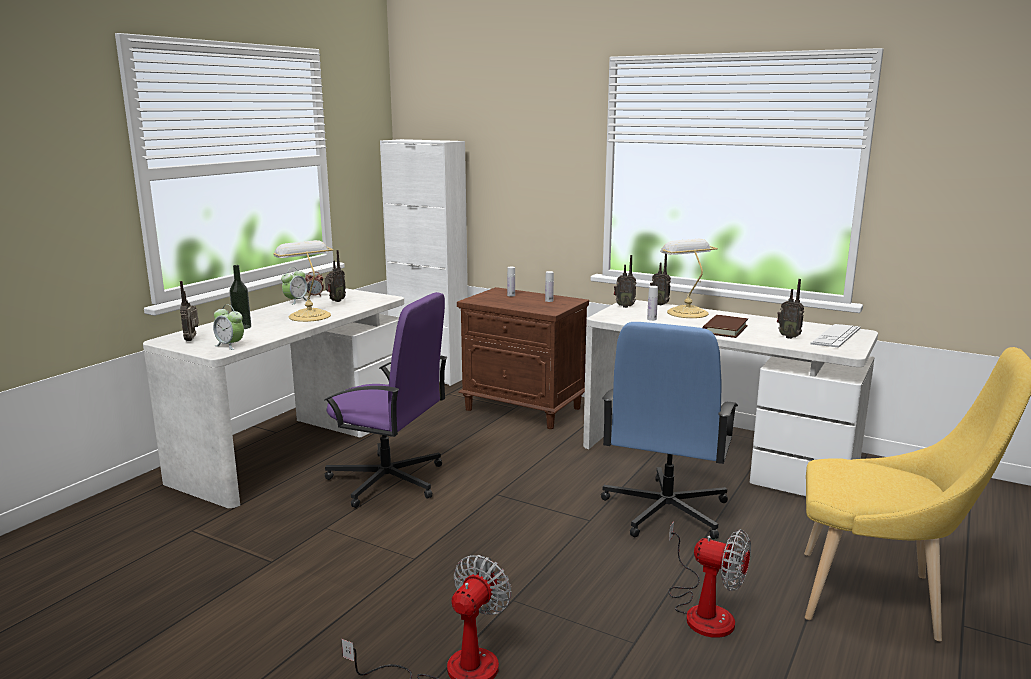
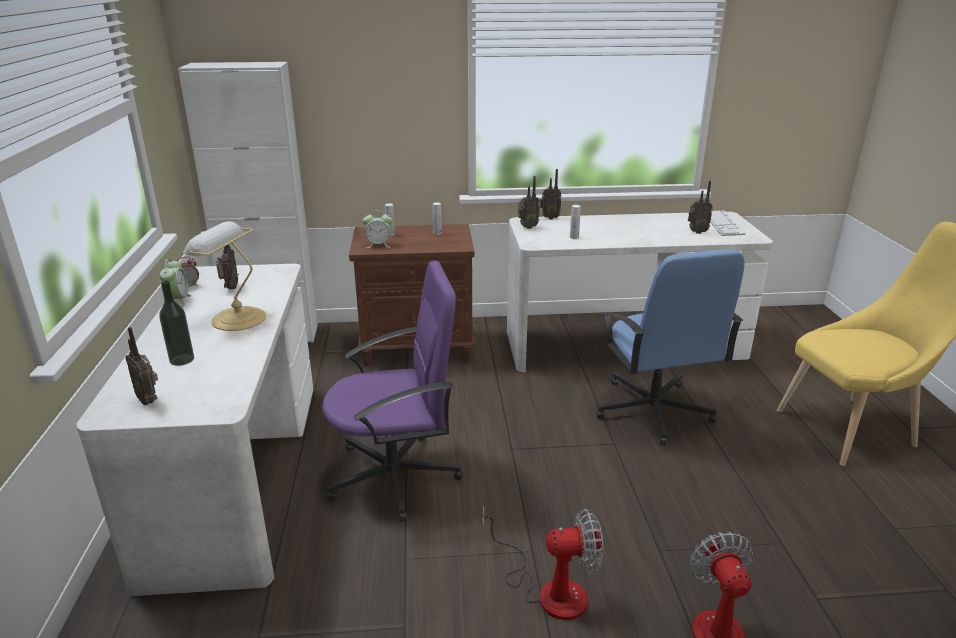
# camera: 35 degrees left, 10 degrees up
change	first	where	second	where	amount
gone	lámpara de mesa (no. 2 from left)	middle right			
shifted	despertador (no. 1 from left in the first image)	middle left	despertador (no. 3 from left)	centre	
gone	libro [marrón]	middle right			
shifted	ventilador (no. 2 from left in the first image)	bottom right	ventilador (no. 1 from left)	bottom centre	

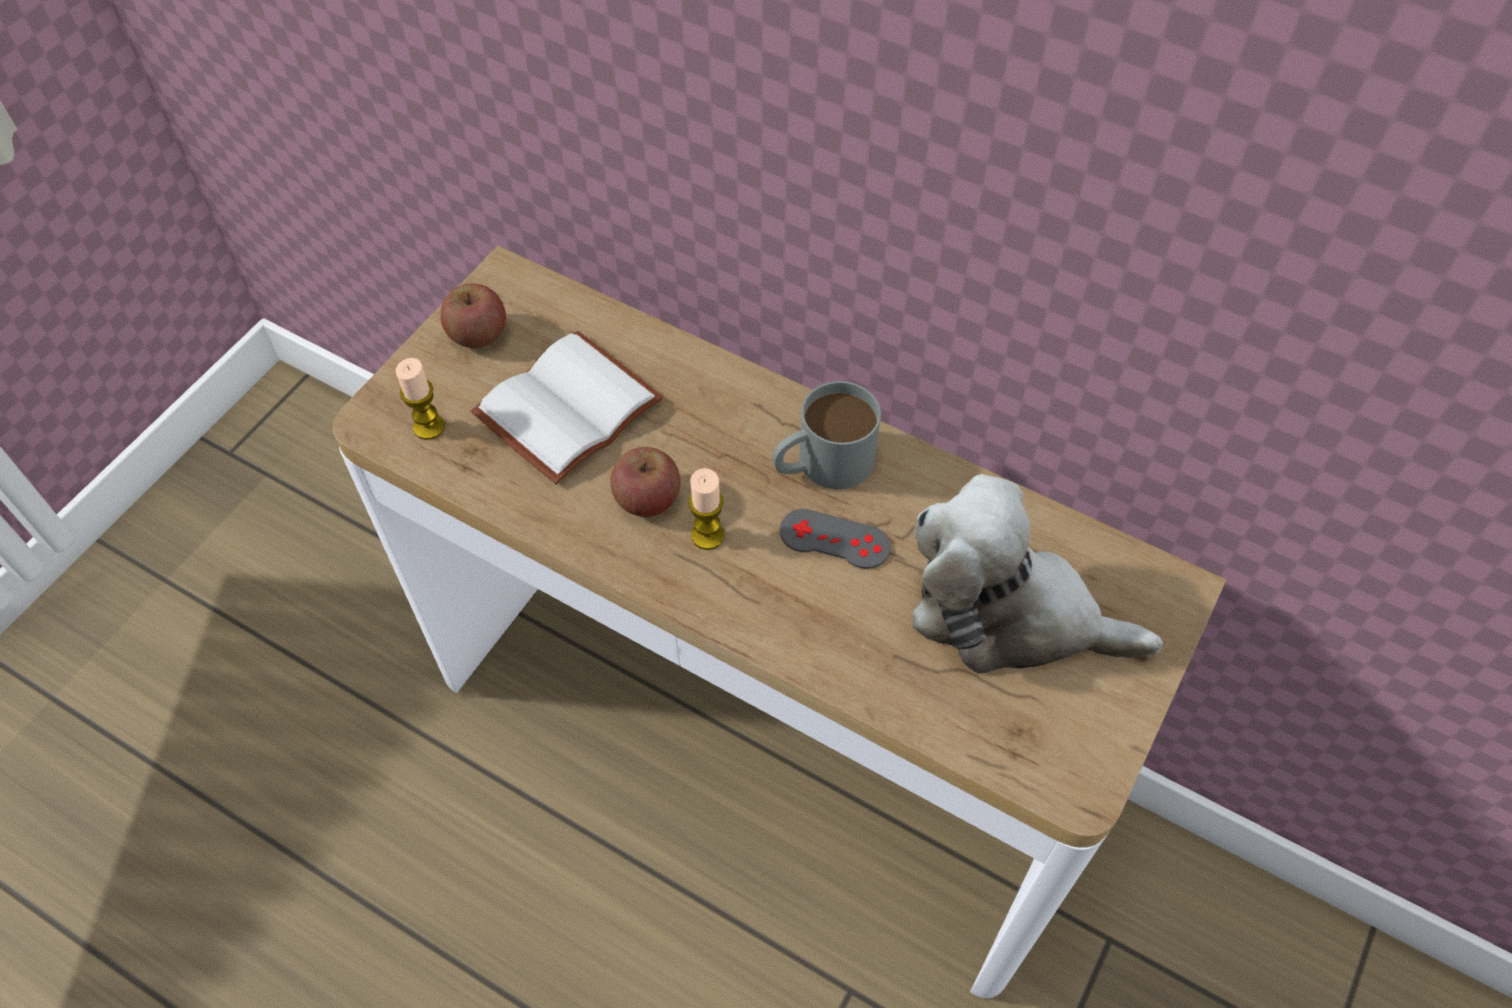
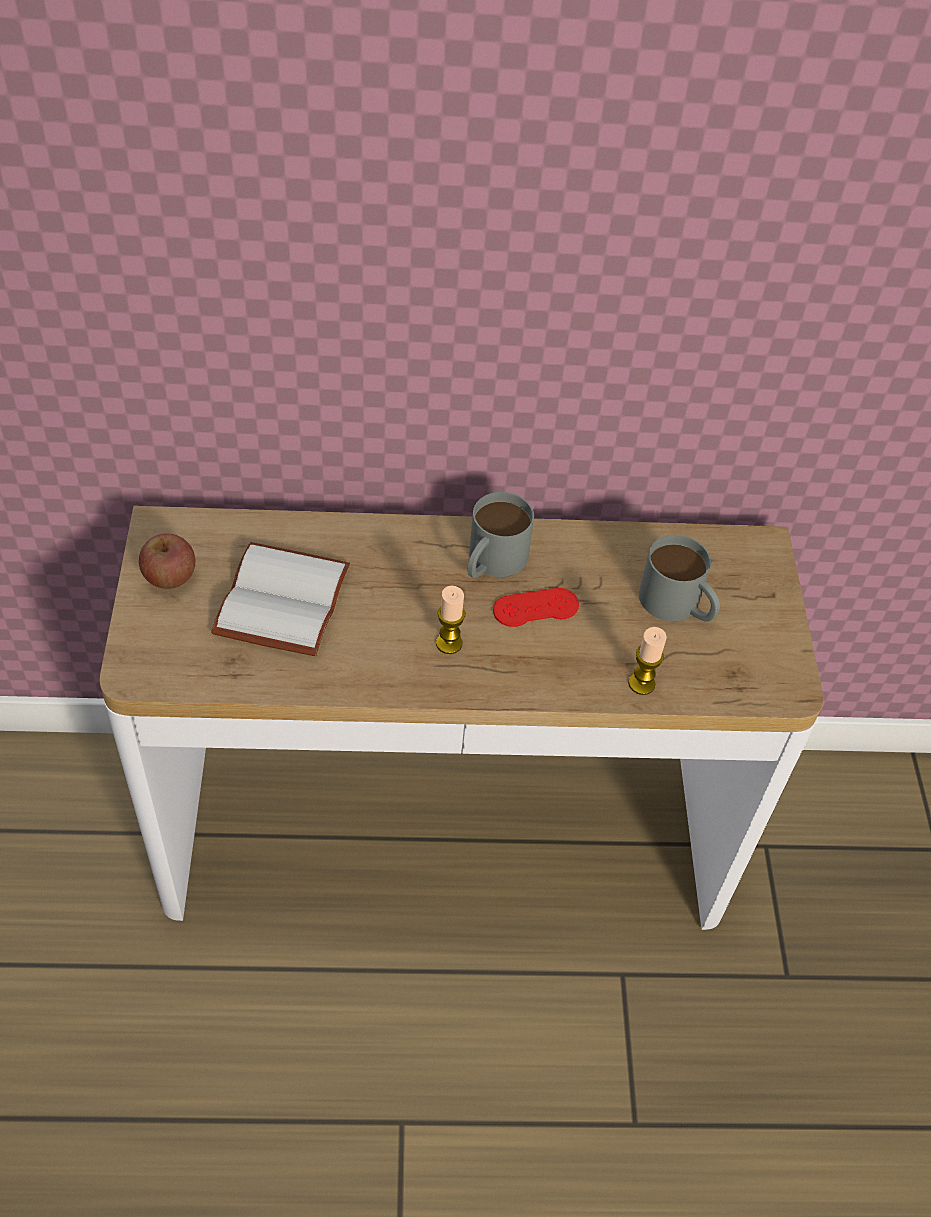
# camera: 35 degrees left, 5 degrees down
change	first	where	second	where	amount
shifted	vela (no. 1 from left in the first image)	middle left	vela (no. 2 from left)	middle right	
gone	manzana (no. 2 from left)	centre			
swapped	peluche	middle right	taza grande [gris] (no. 2 from left)	middle right	
repainted	mando de consola [gris]	centre	mando de consola [rojo]	centre	

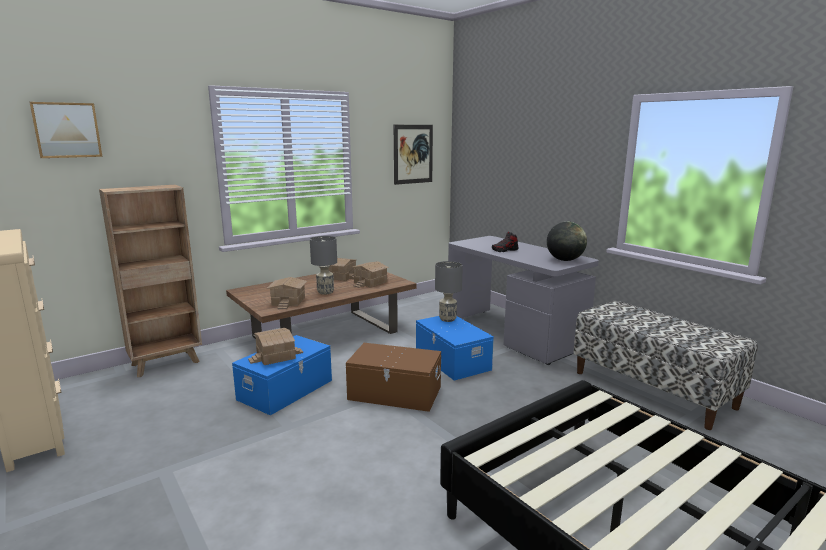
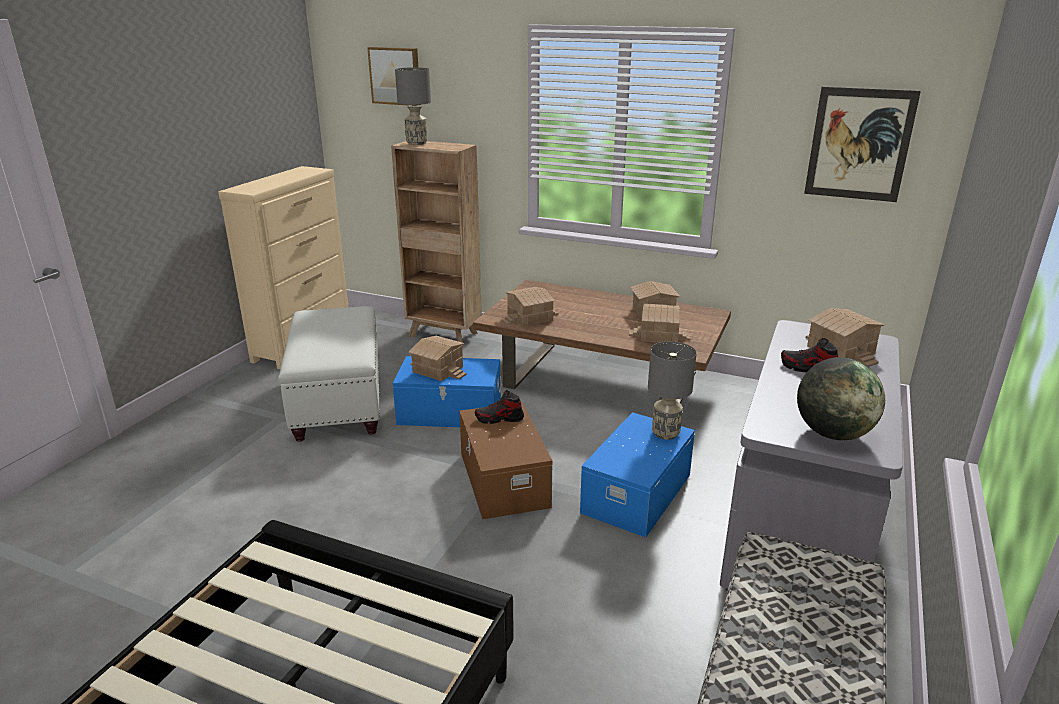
# camera: 60 degrees right, 10 degrees up
change	first	where	second	where	amount
shifted	lámpara de mesa [gris] (no. 1 from left)	centre		top centre	
new			puf [blanco]	middle left	
new			casita (no. 5 from left)	middle right	
new			zapato (no. 1 from left)	centre	

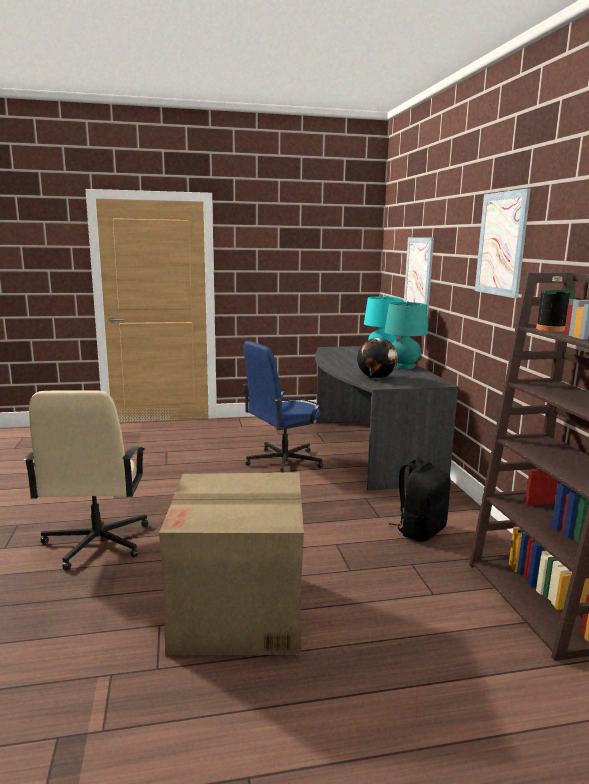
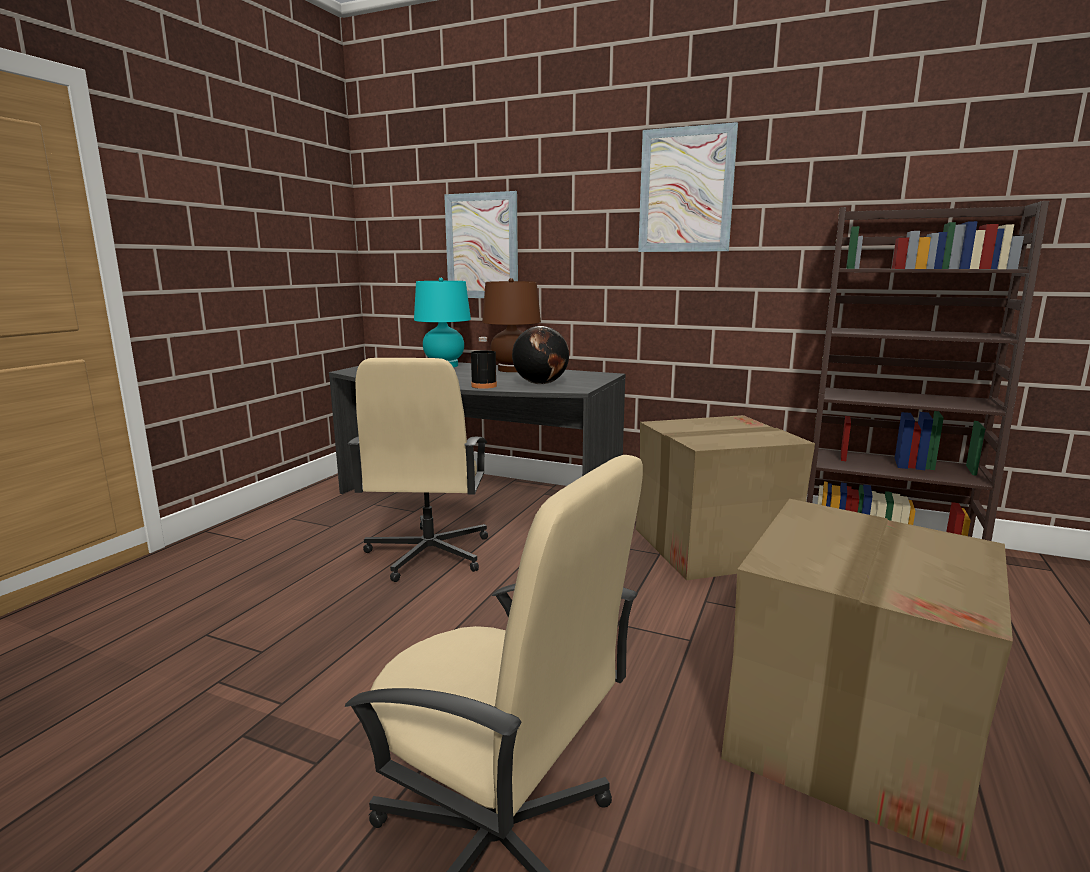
# camera: 55 degrees left, 0 degrees up
change	first	where	second	where	amount
shifted	botella [negro]	middle right		centre	
repainted	lámpara de mesa [turquesa] (no. 2 from left)	middle right	lámpara de mesa [marrón]	centre	
repainted	silla de oficina [azul]	centre	silla de oficina [beis] (no. 1 from left)	centre	
swapped	mochila [negro]	middle right	caja de cartón (no. 1 from left)	centre	

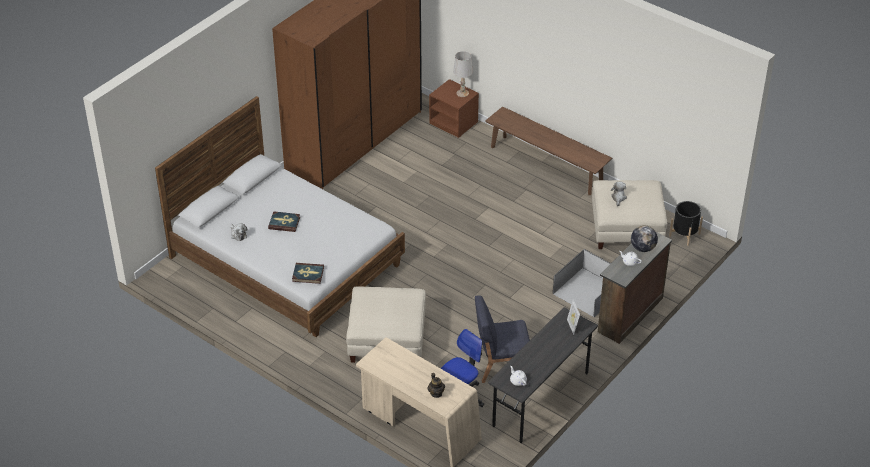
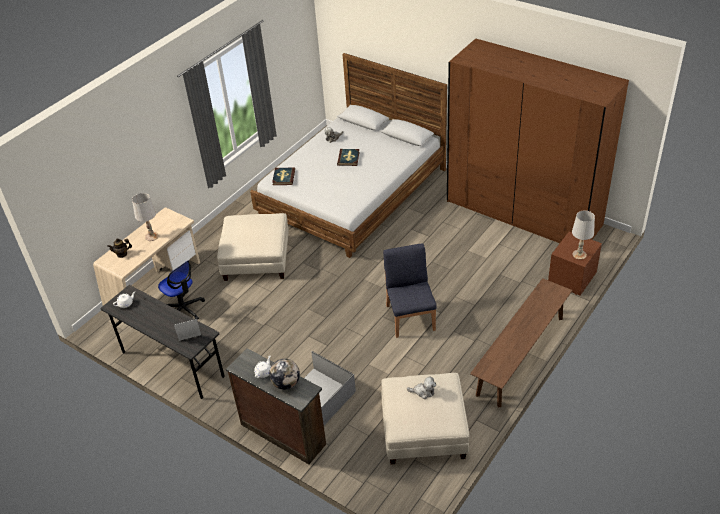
# camera: 90 degrees right, 0 degrees up
change	first	where	second	where	amount
gone	maceta [negro]	middle right			
shifted	silla [azul]	bottom centre		centre	
new			lámpara de mesa [blanco] (no. 1 from left)	middle left	

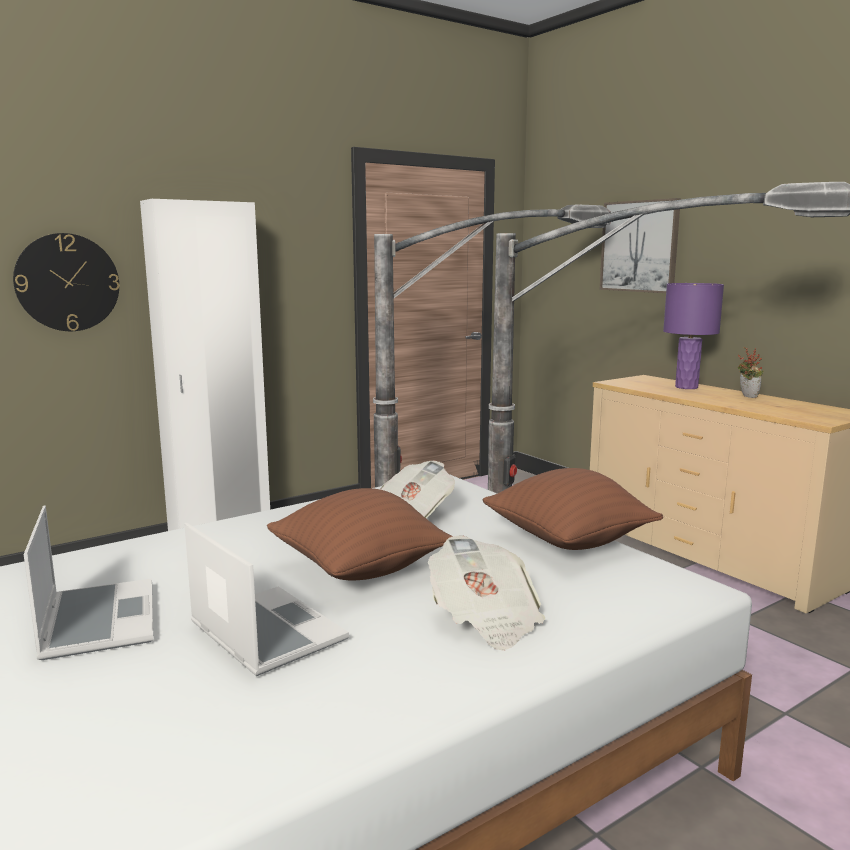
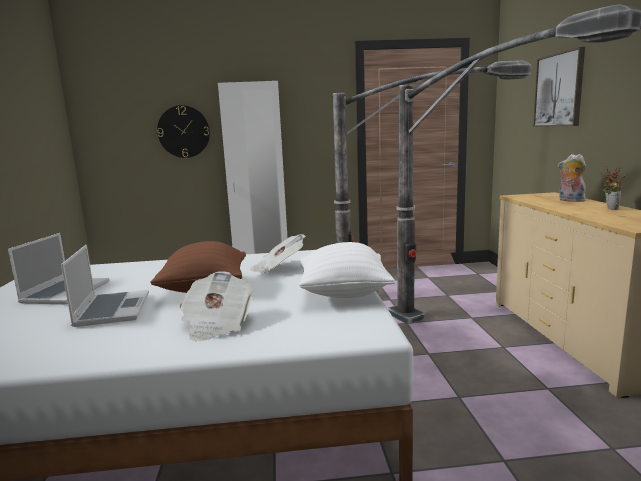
# camera: 30 degrees right, 0 degrees up
change	first	where	second	where	amount
swapped	lámpara de mesa [morado]	middle right	peluche	middle right	
repainted	cojín [marrón] (no. 2 from left)	middle right	cojín [blanco]	centre	

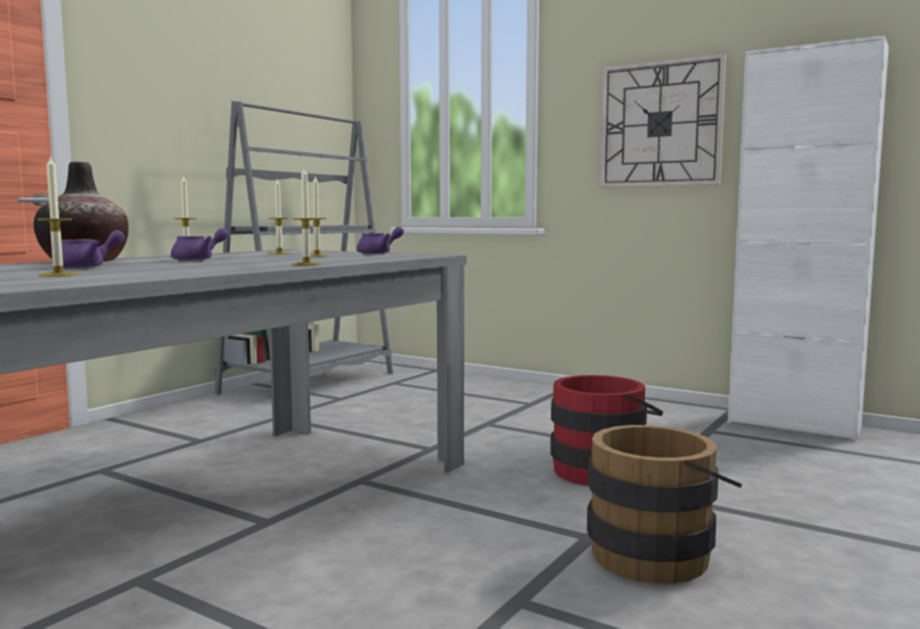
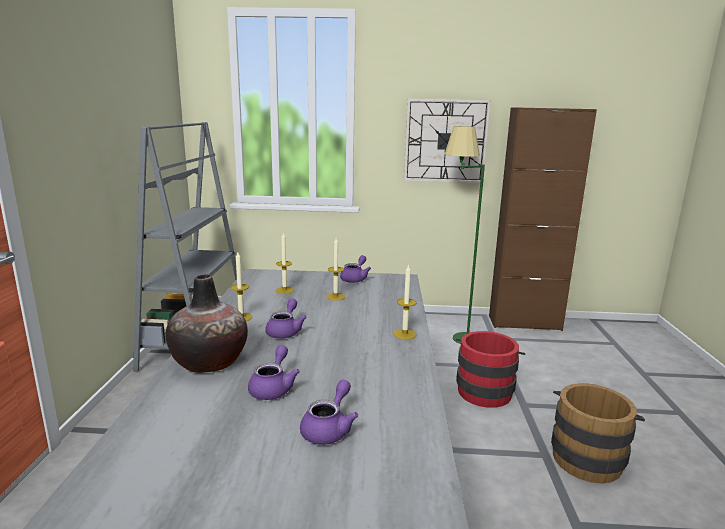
# camera: 30 degrees left, 10 degrees up
change	first	where	second	where	amount
repainted	armario [blanco]	middle right	armario [marrón]	middle right	
swapped	vela (no. 1 from left)	middle left	tetera [morado] (no. 3 from left)	bottom centre	
new			lámpara de pie [verde]	centre	

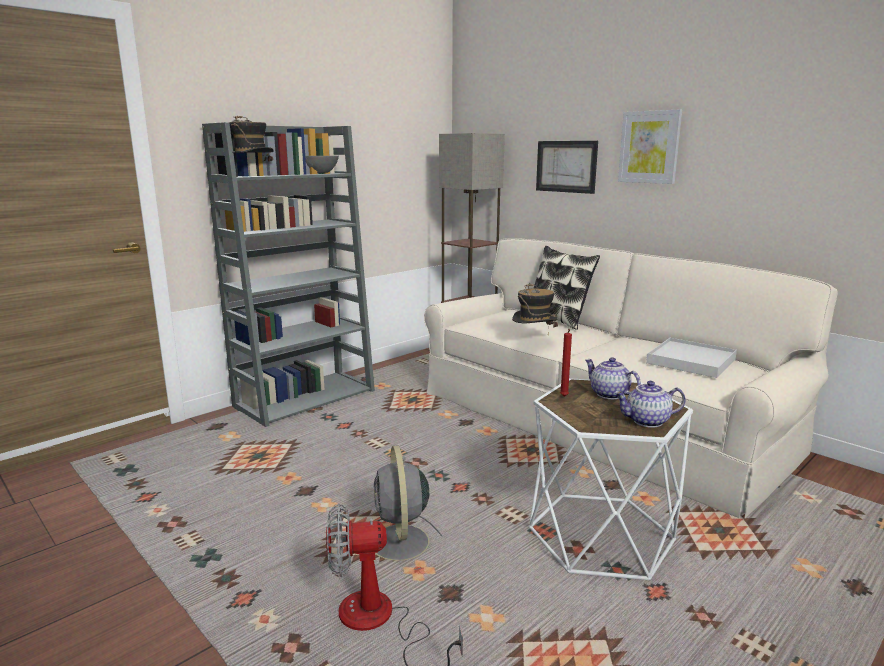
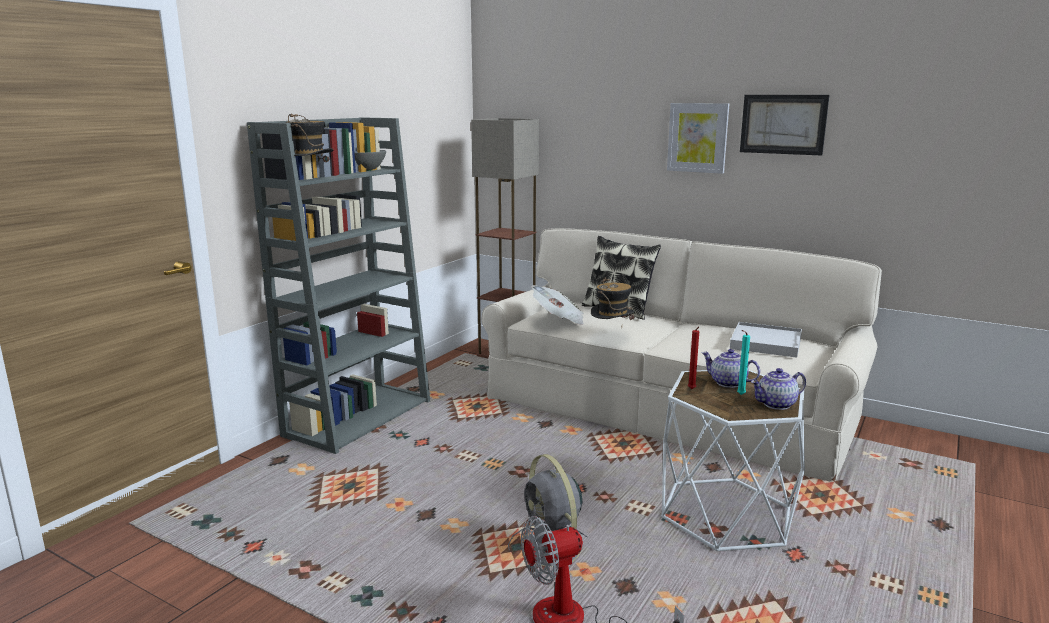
# camera: 15 degrees left, 0 degrees up
change	first	where	second	where	amount
shifted	cuadro (no. 1 from left in the first image)	top centre	cuadro (no. 2 from left)	top right	
new			periódico	centre	
new			vela [turquesa]	middle right	

